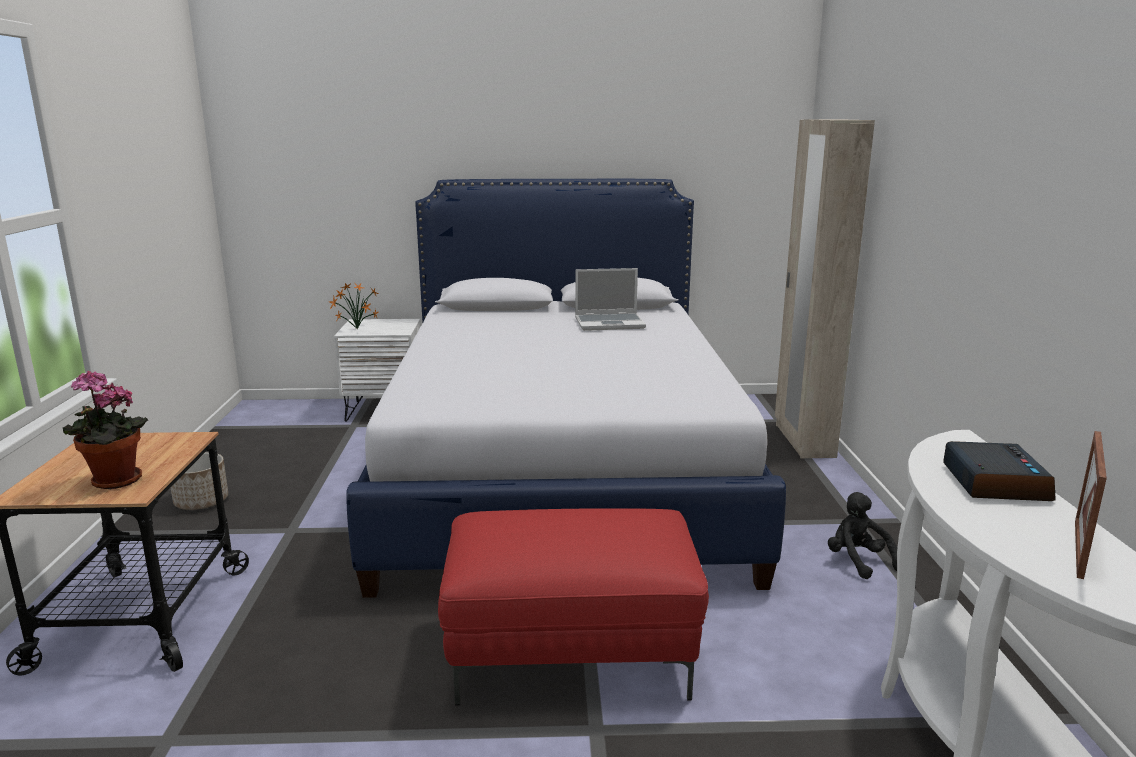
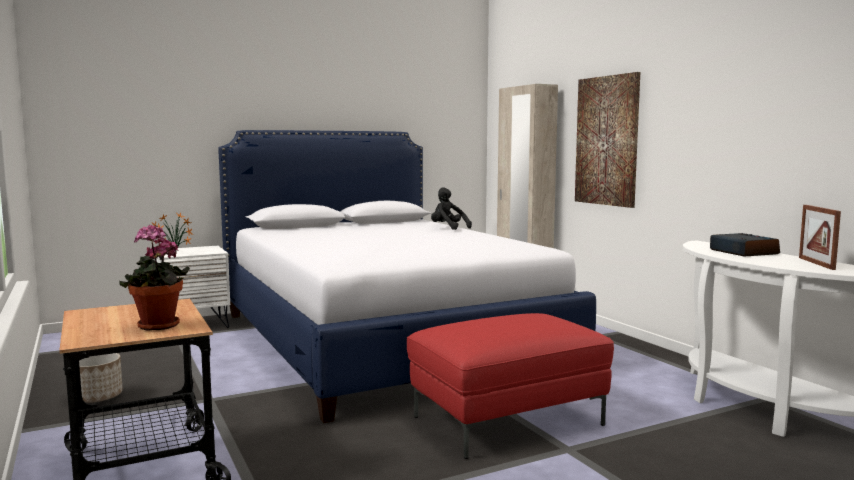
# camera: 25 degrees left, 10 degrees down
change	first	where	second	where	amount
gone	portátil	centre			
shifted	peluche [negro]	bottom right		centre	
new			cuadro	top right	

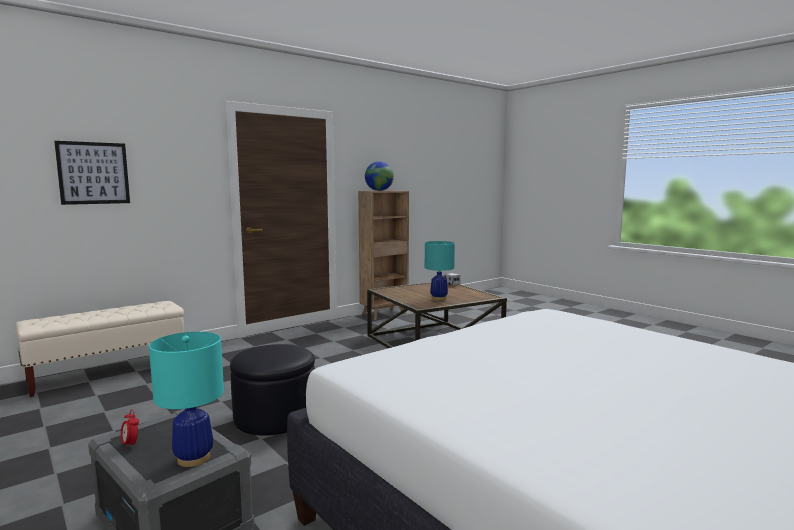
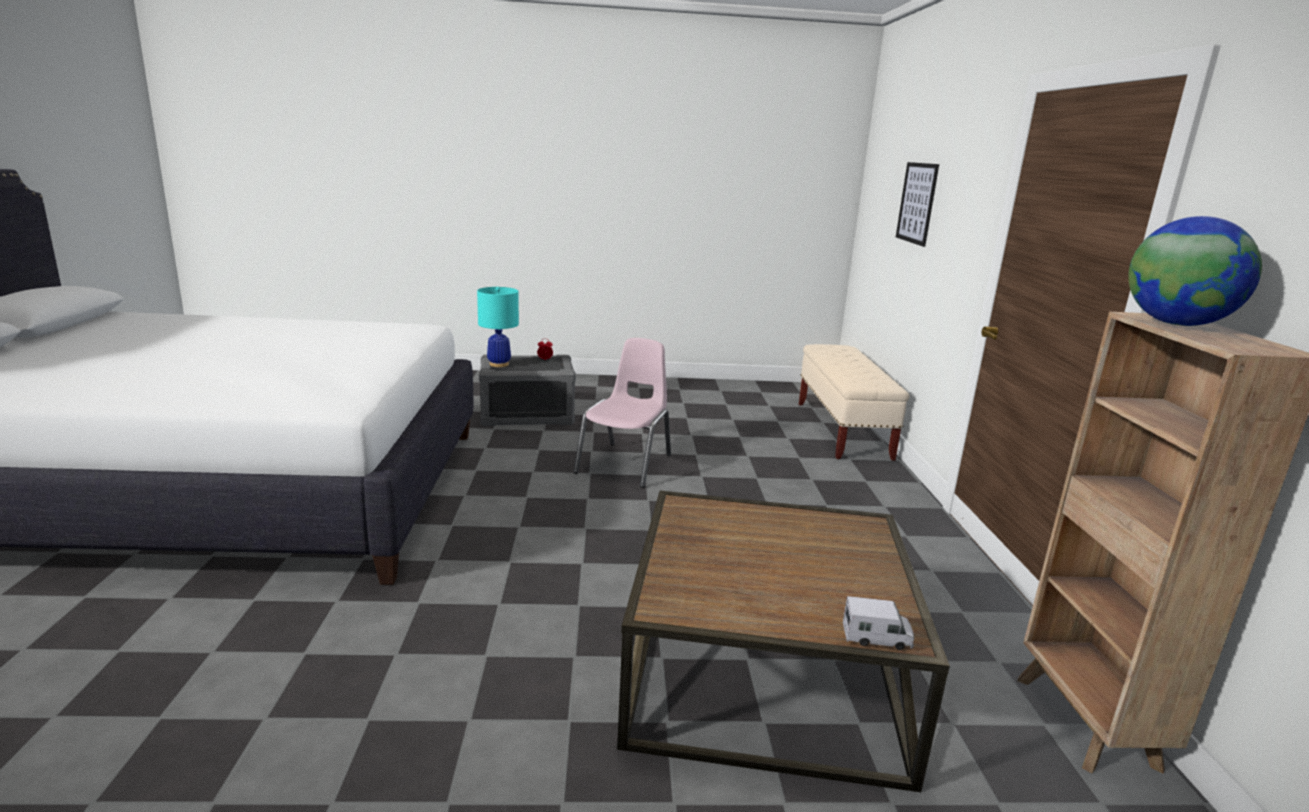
# camera: 125 degrees right, 10 degrees up
change	first	where	second	where	amount
gone	lámpara de mesa [turquesa] (no. 2 from left)	centre			
swapped	puf [negro]	bottom centre	silla [rosa]	centre	

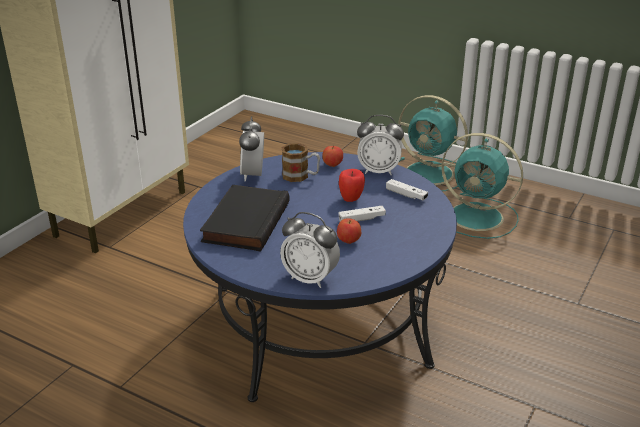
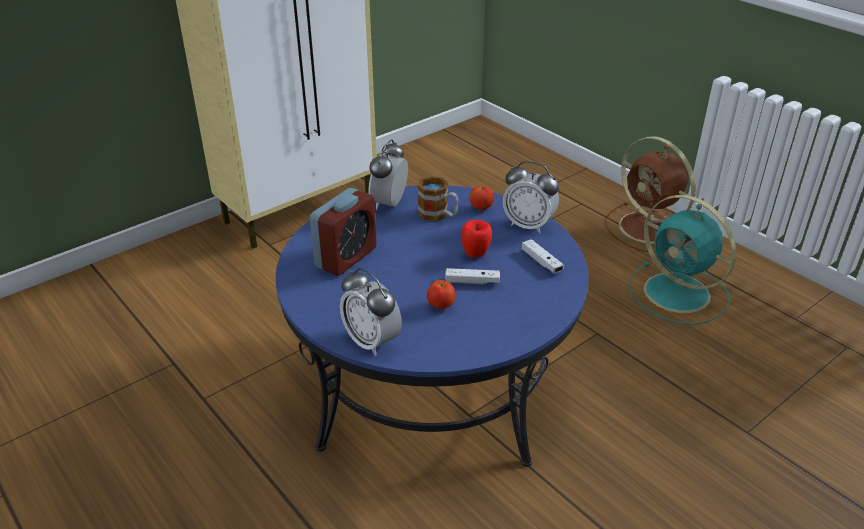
# camera: 20 degrees right, 5 degrees up
change	first	where	second	where	amount
repainted	ventilador [turquesa] (no. 1 from left)	middle right	ventilador [marrón]	middle right	
swapped	libro [negro]	centre	despertador (no. 1 from left)	centre	

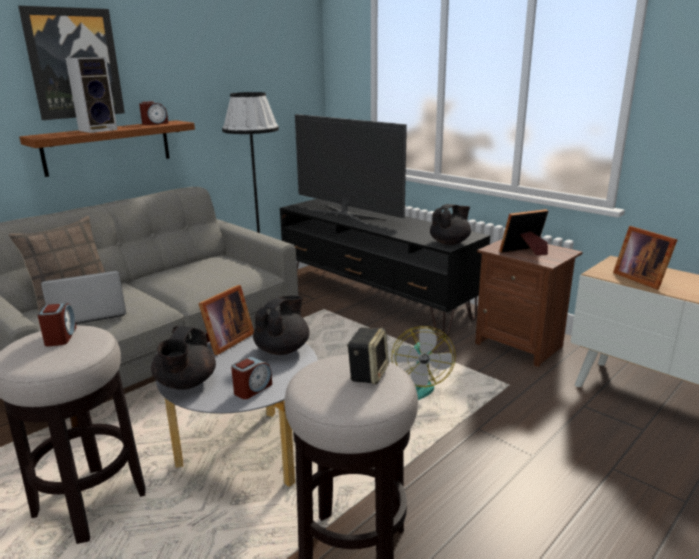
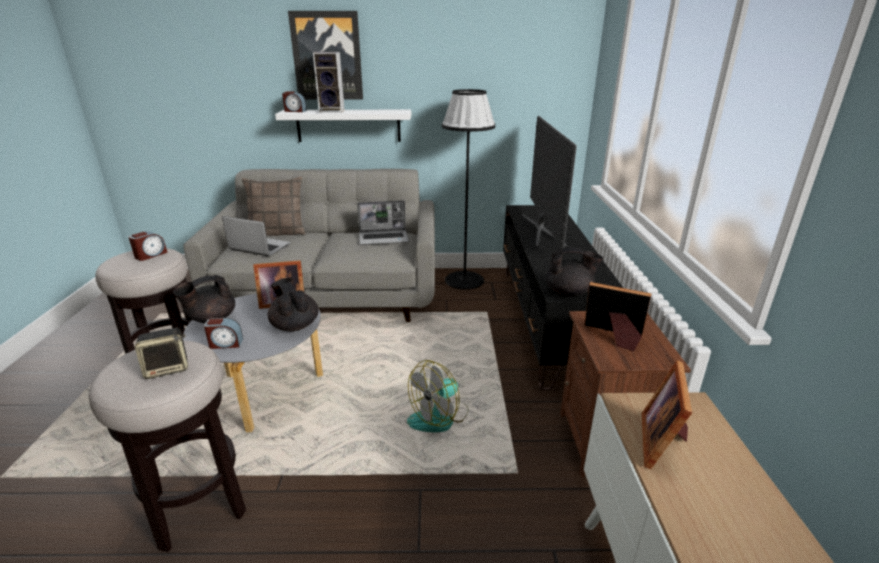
# camera: 45 degrees right, 5 degrees up
change	first	where	second	where	amount
shifted	despertador (no. 2 from left in the first image)	top left	despertador (no. 3 from left)	top centre	
repainted	estante [marrón]	top left	estante [blanco]	top centre	
rotated	tetera [negro] (no. 2 from left)	centre		centre	105 degrees counterclockwise
new			portátil (no. 2 from left)	centre	

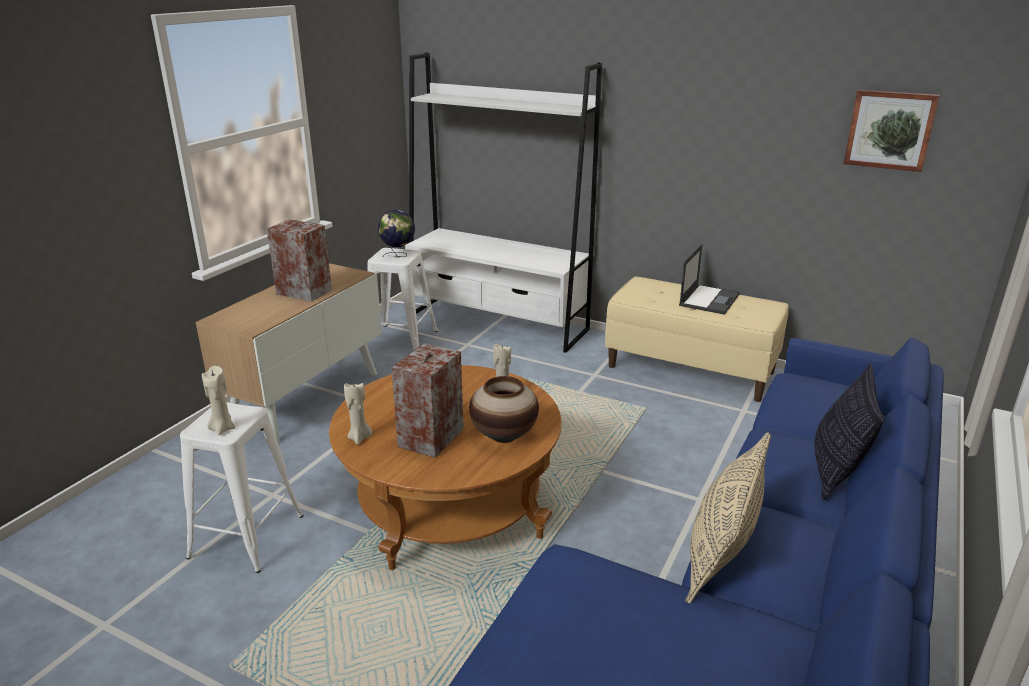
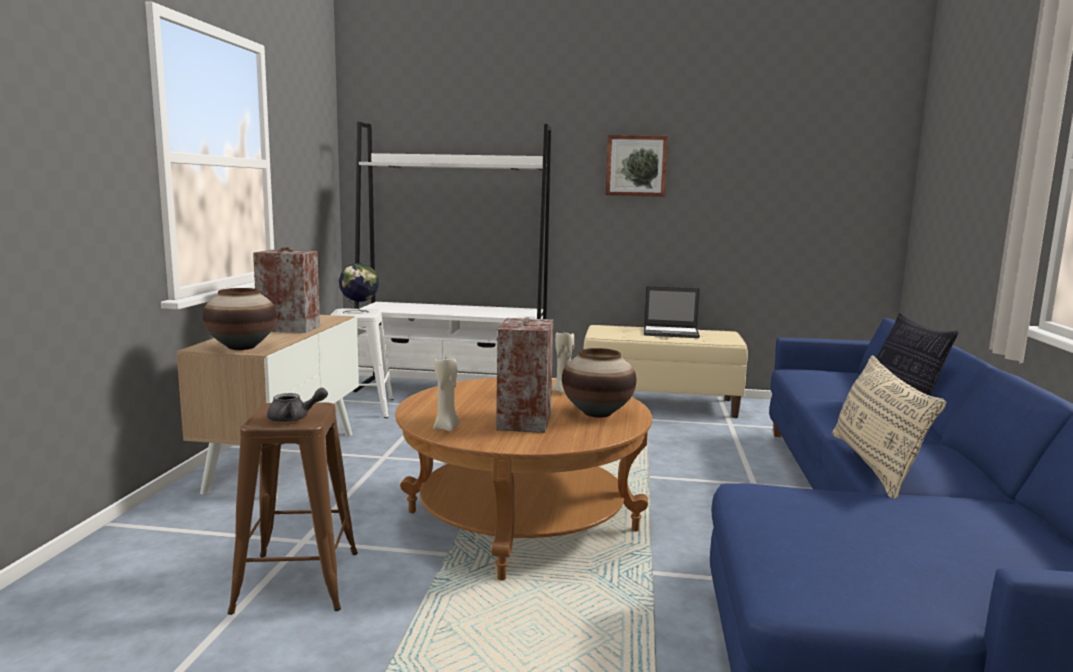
# camera: 20 degrees left, 15 degrees down
change	first	where	second	where	amount
shifted	cuadro	top right		top centre	
rotated	portátil	middle right		centre	90 degrees clockwise
swapped	vela [beis] (no. 1 from left)	middle left	tetera [gris]	middle left	
repainted	taburete [blanco] (no. 1 from left)	bottom left	taburete [marrón]	bottom left	
new			florero (no. 1 from left)	middle left	

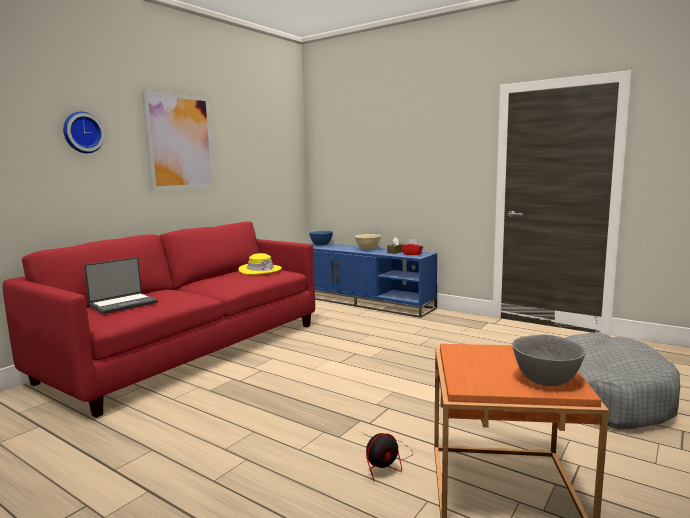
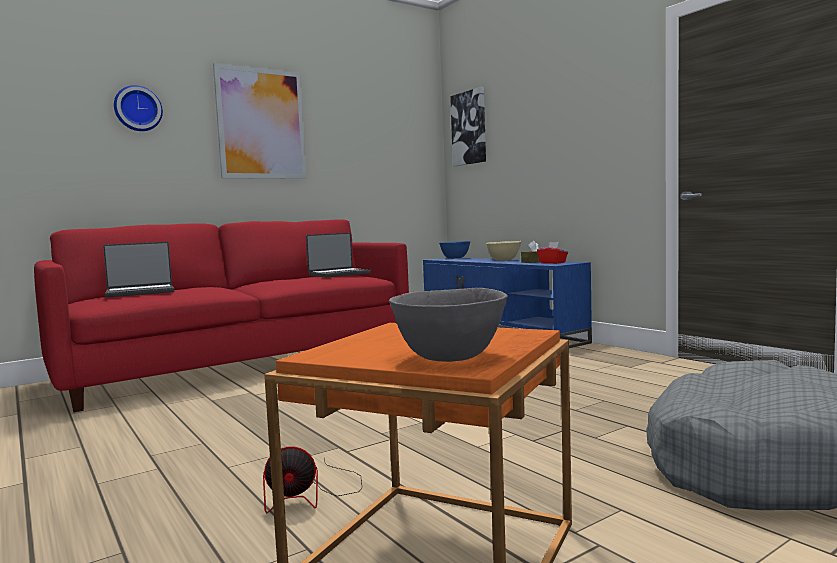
# camera: 20 degrees right, 5 degrees down
change	first	where	second	where	amount
swapped	sombrero [amarillo]	centre	portátil (no. 2 from left)	centre	
new			cuadro (no. 2 from left)	top centre	

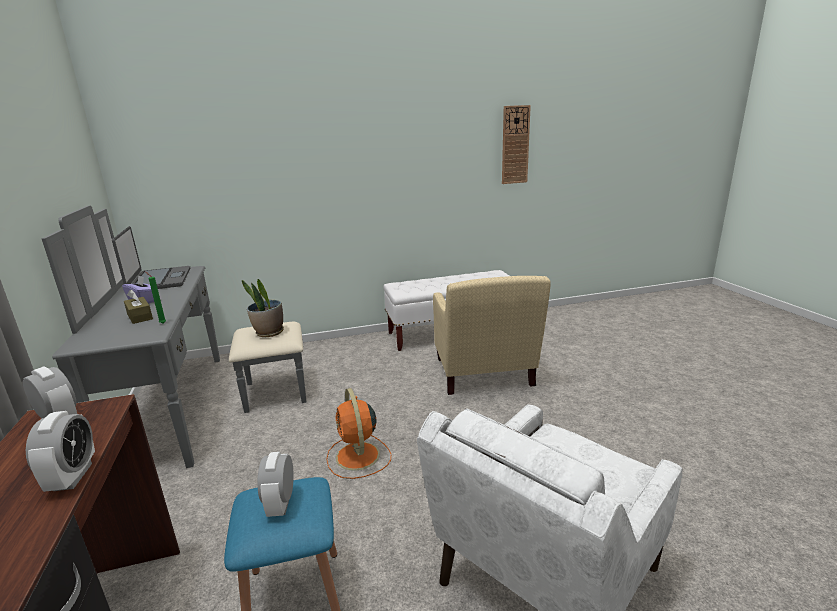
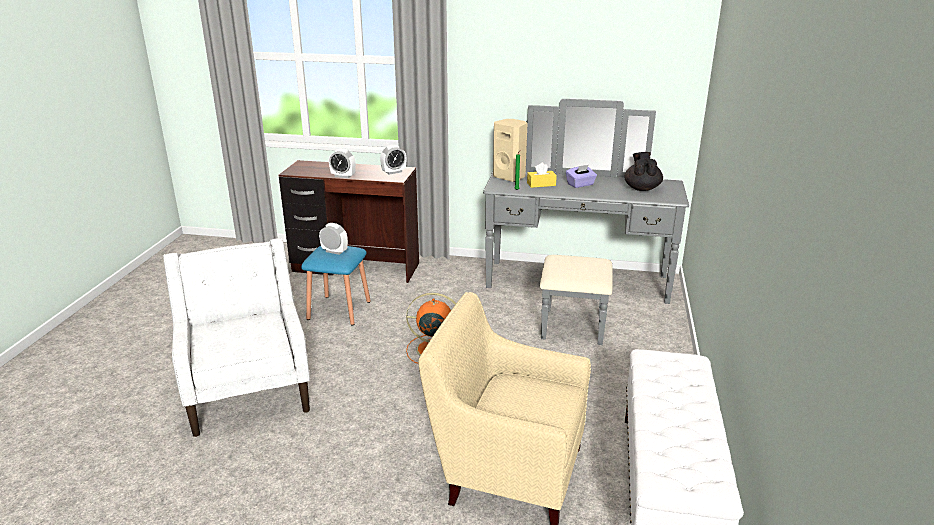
# camera: 115 degrees right, 5 degrees up
change	first	where	second	where	amount
gone	reloj de pared	top centre			
swapped	portátil	middle left	tetera [negro]	top right	
gone	planta en maceta	middle left			
repainted	caja de pañuelos [marrón]	middle left	caja de pañuelos [amarillo]	centre	
new			altavoz [beis]	top centre	

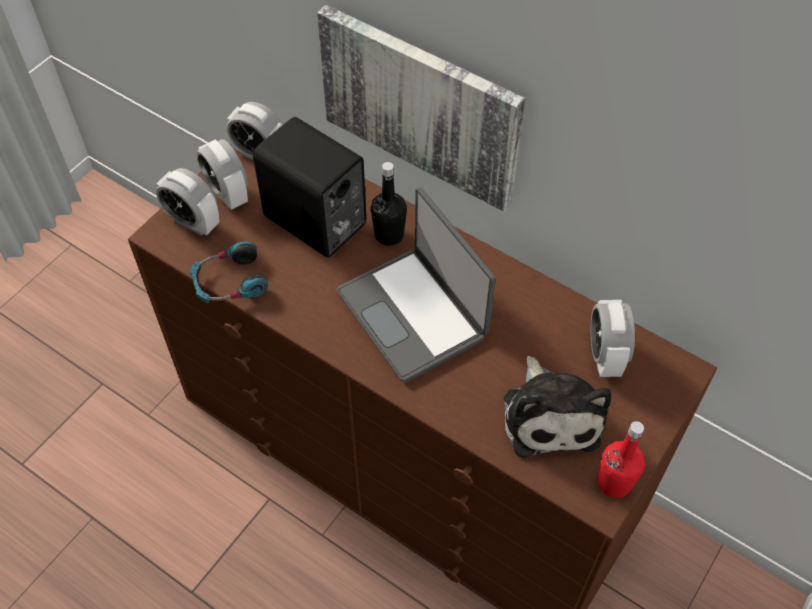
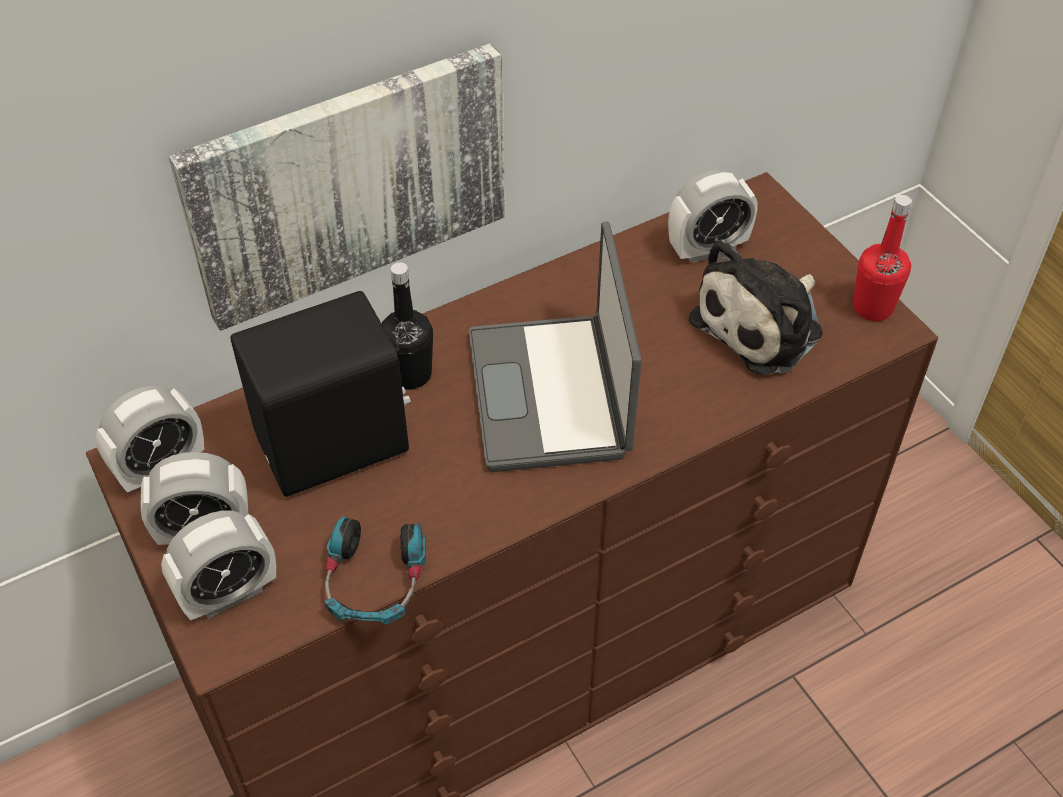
# camera: 65 degrees left, 5 degrees down
change	first	where	second	where	amount
rotated	portátil	centre		centre	90 degrees clockwise
rotated	despertador (no. 4 from left)	middle right		top right	45 degrees counterclockwise
rotated	peluche	bottom right		middle right	120 degrees clockwise

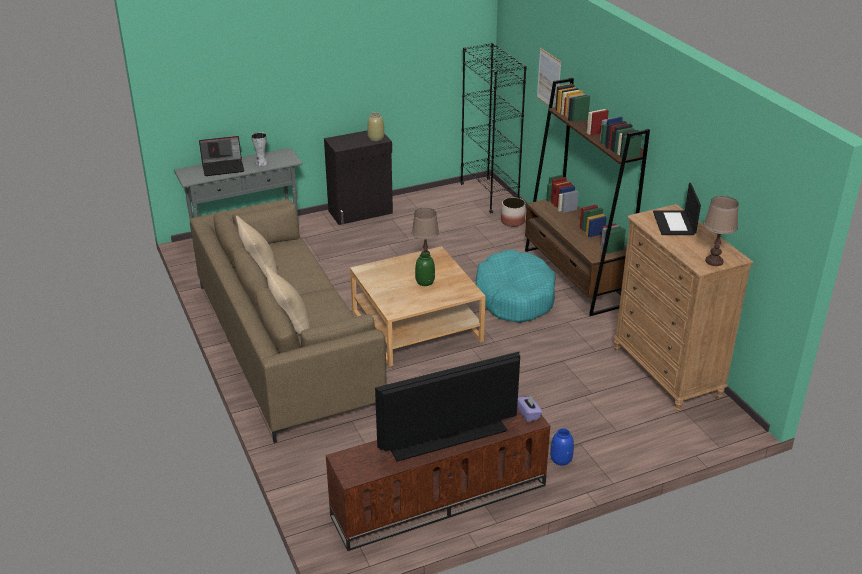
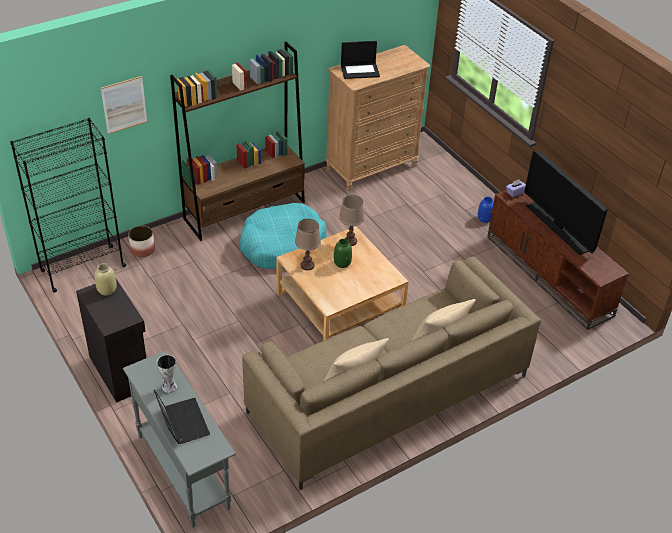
# camera: 100 degrees left, 10 degrees up
change	first	where	second	where	amount
shifted	lámpara de mesa [marrón] (no. 2 from left)	middle right		centre	

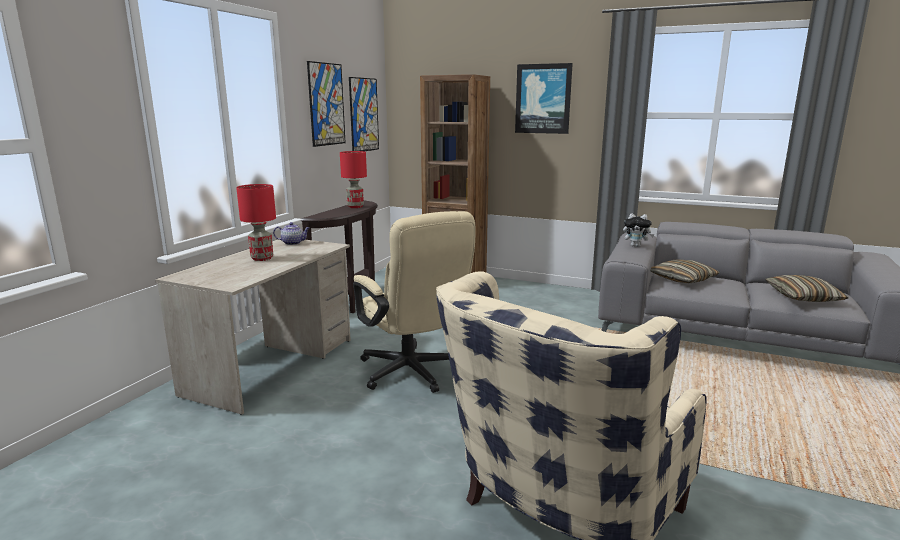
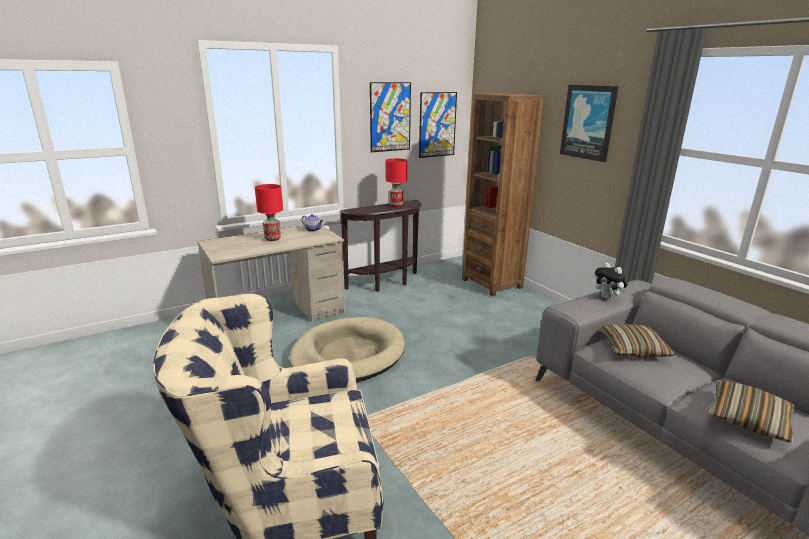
# camera: 35 degrees right, 5 degrees up
change	first	where	second	where	amount
swapped	silla de oficina [beis]	centre	cama para perro [beis]	centre	

